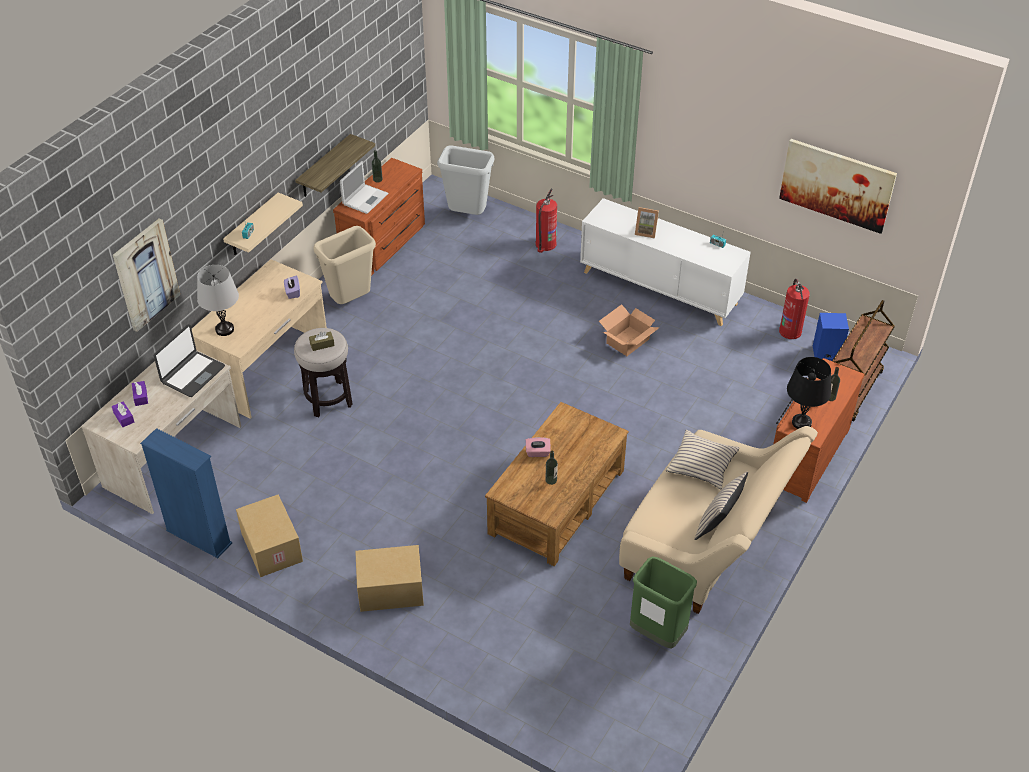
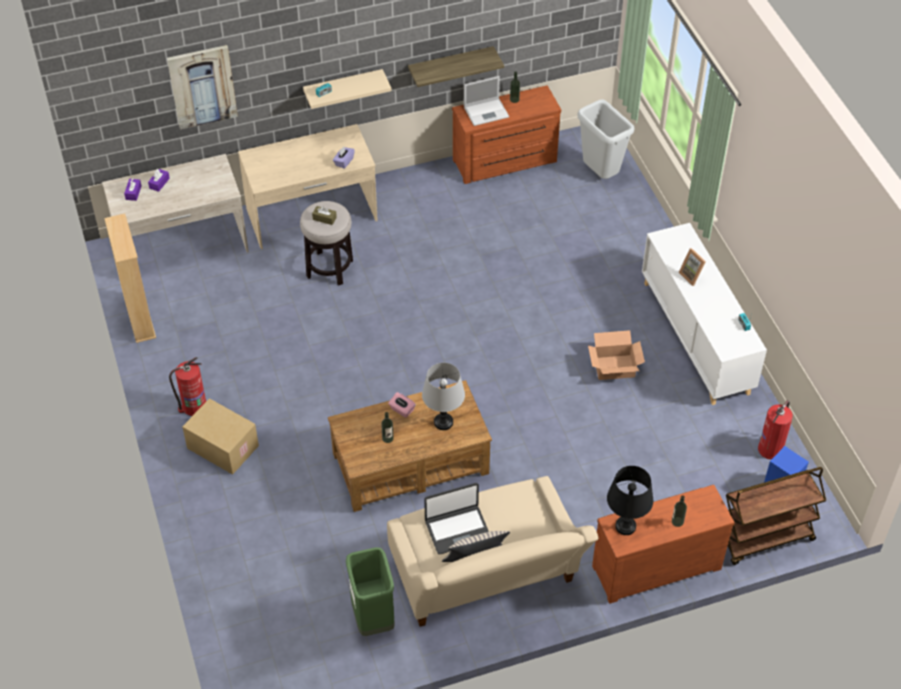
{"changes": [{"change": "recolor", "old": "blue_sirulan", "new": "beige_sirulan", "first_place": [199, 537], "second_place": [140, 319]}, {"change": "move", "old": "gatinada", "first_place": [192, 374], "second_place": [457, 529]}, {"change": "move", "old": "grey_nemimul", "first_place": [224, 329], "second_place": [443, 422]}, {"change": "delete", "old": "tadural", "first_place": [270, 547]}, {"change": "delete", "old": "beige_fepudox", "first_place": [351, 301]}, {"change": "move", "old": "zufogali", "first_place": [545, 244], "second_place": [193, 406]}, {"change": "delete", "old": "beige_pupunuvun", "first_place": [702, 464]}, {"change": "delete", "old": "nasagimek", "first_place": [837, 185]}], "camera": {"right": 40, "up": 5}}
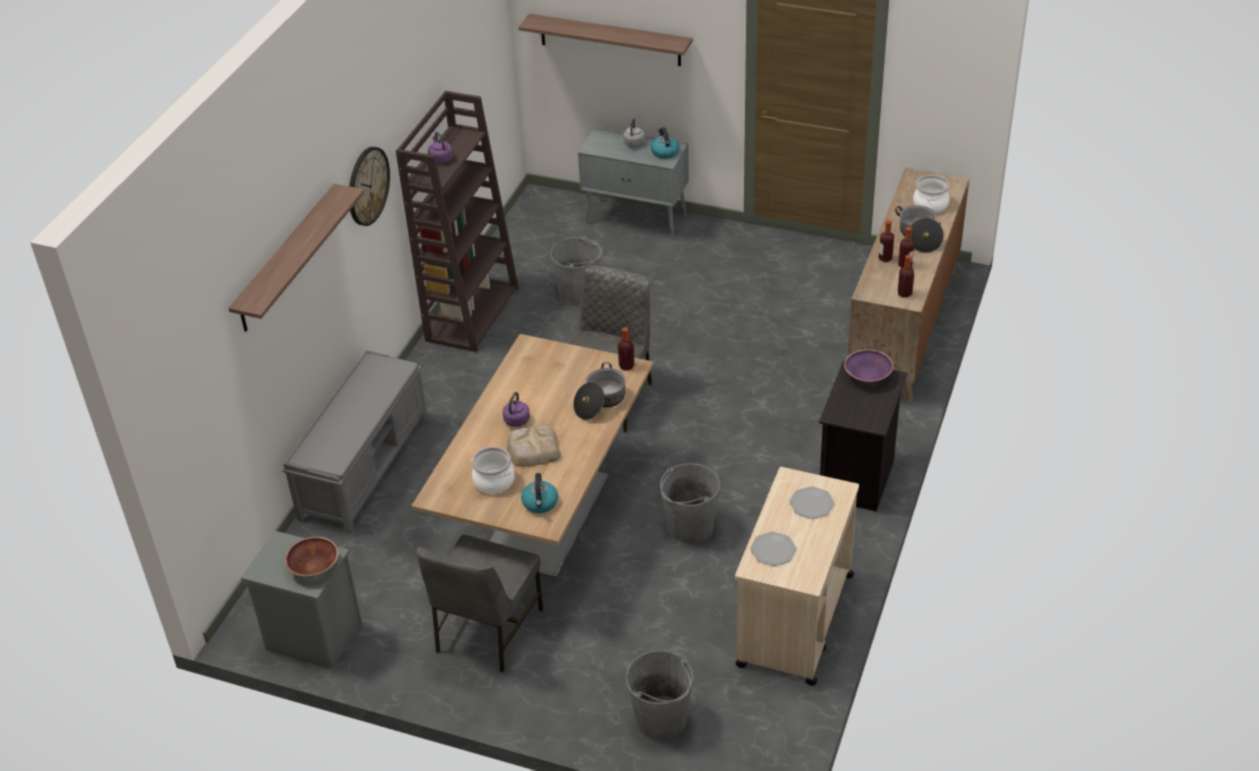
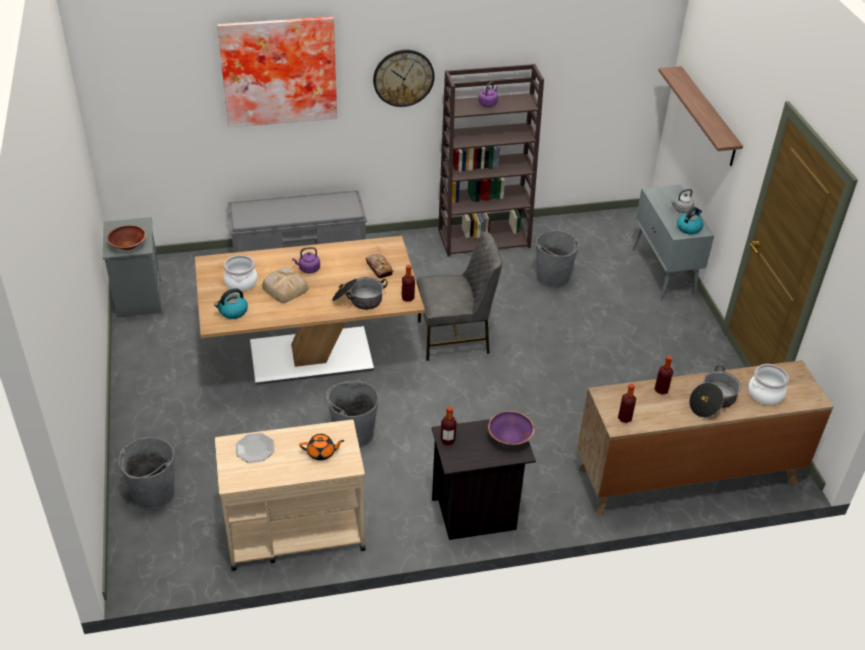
{"changes": [{"change": "replace", "old": "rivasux", "new": "nasagimek", "first_place": [287, 259], "second_place": [279, 70]}, {"change": "delete", "old": "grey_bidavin", "first_place": [486, 631]}, {"change": "replace", "old": "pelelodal", "new": "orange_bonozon", "first_place": [811, 503], "second_place": [321, 453]}, {"change": "move", "old": "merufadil", "first_place": [905, 265], "second_place": [447, 440]}, {"change": "insert", "new": "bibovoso", "second_place": [379, 268]}], "camera": {"right": 55, "up": 0}}
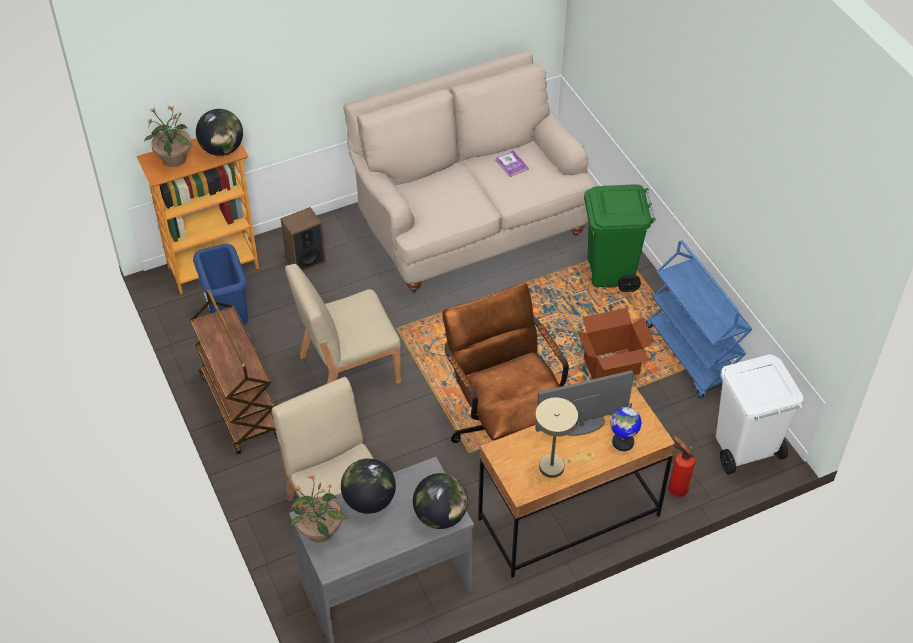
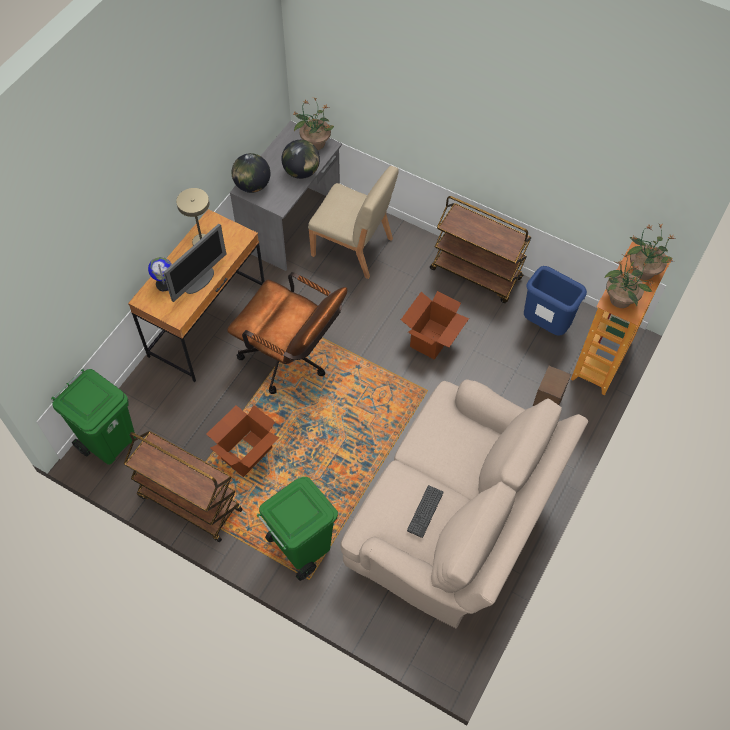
{"changes": [{"change": "replace", "old": "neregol", "new": "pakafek", "first_place": [222, 149], "second_place": [620, 300]}, {"change": "replace", "old": "beige_bidavin", "new": "tadural", "first_place": [348, 369], "second_place": [432, 339]}, {"change": "replace", "old": "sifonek", "new": "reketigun", "first_place": [511, 164], "second_place": [425, 511]}, {"change": "recolor", "old": "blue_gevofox", "new": "brown_gevofox", "first_place": [692, 355], "second_place": [189, 503]}, {"change": "delete", "old": "zufogali", "first_place": [675, 488]}, {"change": "recolor", "old": "white_fepudox", "new": "green_fepudox", "first_place": [744, 450], "second_place": [110, 441]}], "camera": {"right": 145, "up": 10}}
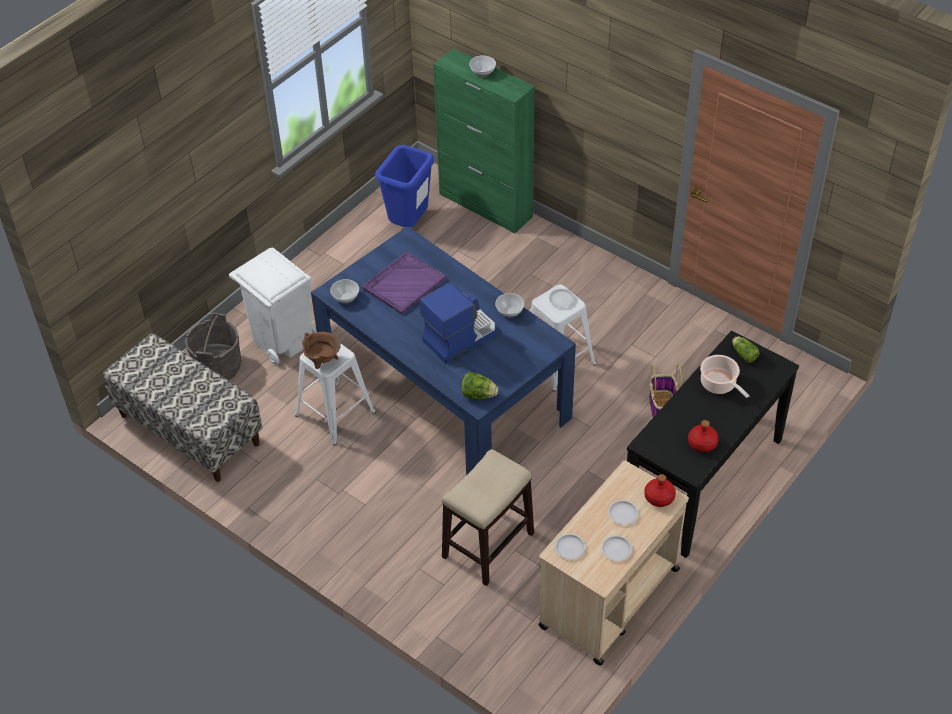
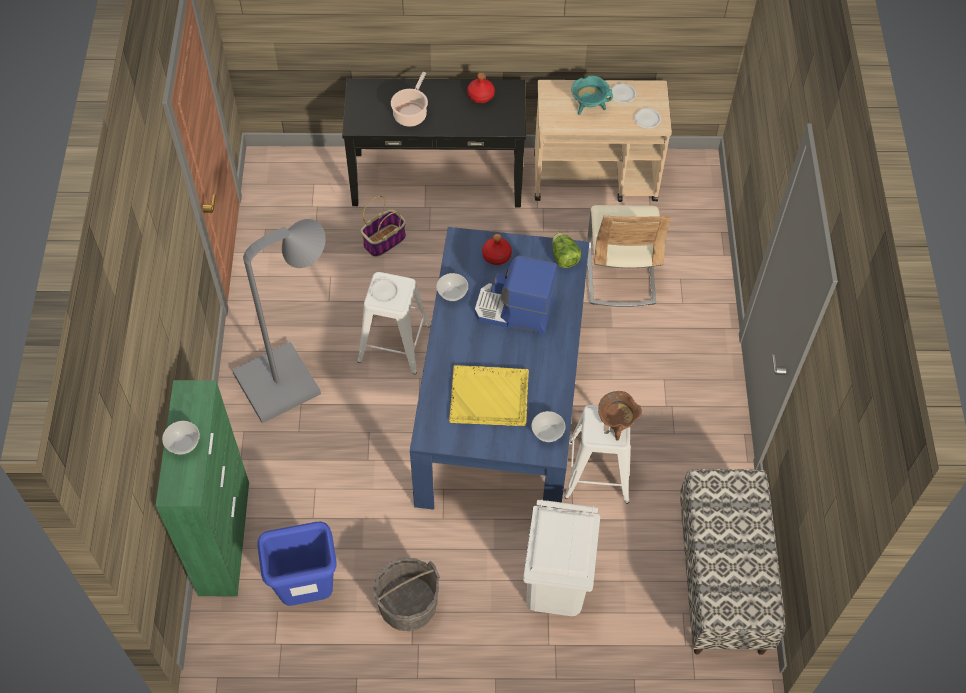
{"changes": [{"change": "move", "old": "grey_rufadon", "first_place": [218, 367], "second_place": [408, 606]}, {"change": "recolor", "old": "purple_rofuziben", "new": "yellow_rofuziben", "first_place": [403, 284], "second_place": [490, 397]}, {"change": "replace", "old": "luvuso", "new": "beige_bidavin", "first_place": [488, 544], "second_place": [620, 273]}, {"change": "replace", "old": "white_pelelodal", "new": "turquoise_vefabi", "first_place": [623, 514], "second_place": [589, 107]}, {"change": "move", "old": "red_merufadil", "first_place": [659, 497], "second_place": [496, 256]}, {"change": "delete", "old": "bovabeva", "first_place": [743, 353]}, {"change": "insert", "new": "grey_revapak", "second_place": [289, 378]}], "camera": {"right": -130, "up": 10}}
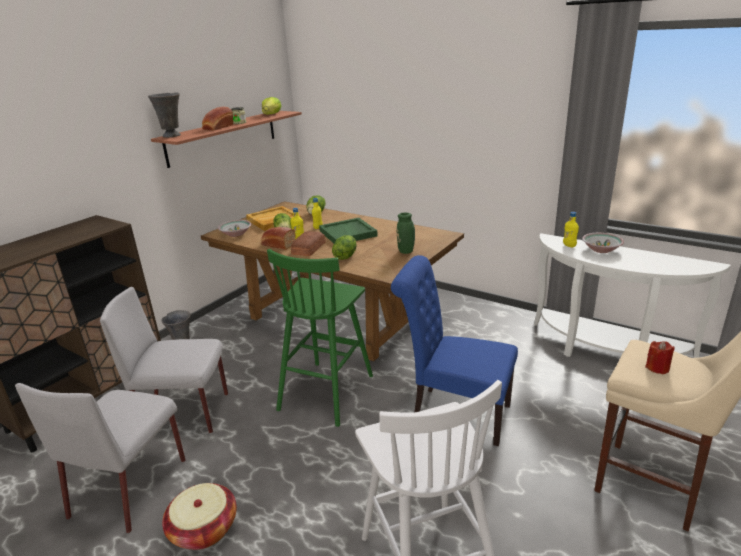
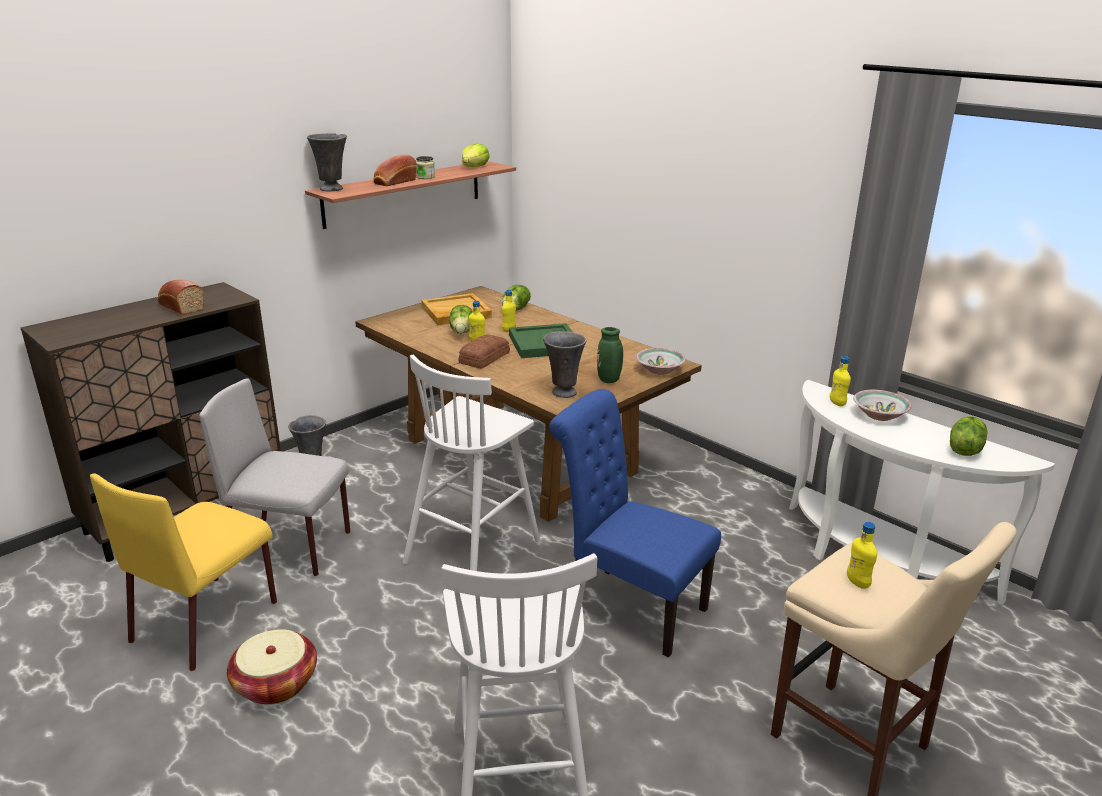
{"changes": [{"change": "recolor", "old": "grey_bidavin", "new": "yellow_bidavin", "first_place": [130, 486], "second_place": [207, 620]}, {"change": "move", "old": "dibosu", "first_place": [236, 234], "second_place": [660, 370]}, {"change": "move", "old": "bibovoso", "first_place": [277, 245], "second_place": [180, 307]}, {"change": "recolor", "old": "green_luvuso", "new": "white_luvuso", "first_place": [327, 391], "second_place": [474, 550]}, {"change": "move", "old": "bovabeva", "first_place": [345, 256], "second_place": [964, 449]}, {"change": "replace", "old": "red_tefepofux", "new": "yellow_merufadil", "first_place": [657, 368], "second_place": [857, 582]}, {"change": "insert", "new": "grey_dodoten", "second_place": [563, 392]}], "camera": {"right": 10, "up": 0}}
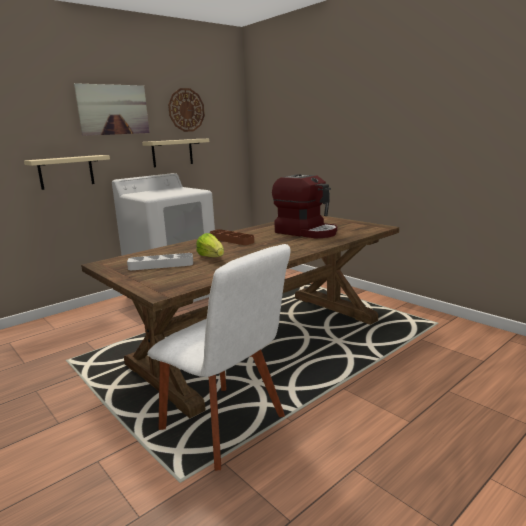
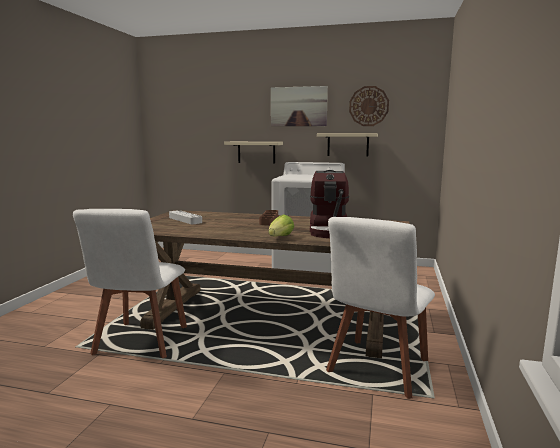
{"changes": [{"change": "move", "old": "bovabeva", "first_place": [211, 257], "second_place": [280, 237]}, {"change": "insert", "new": "white_bidavin", "second_place": [377, 369]}], "camera": {"right": 55, "up": -5}}
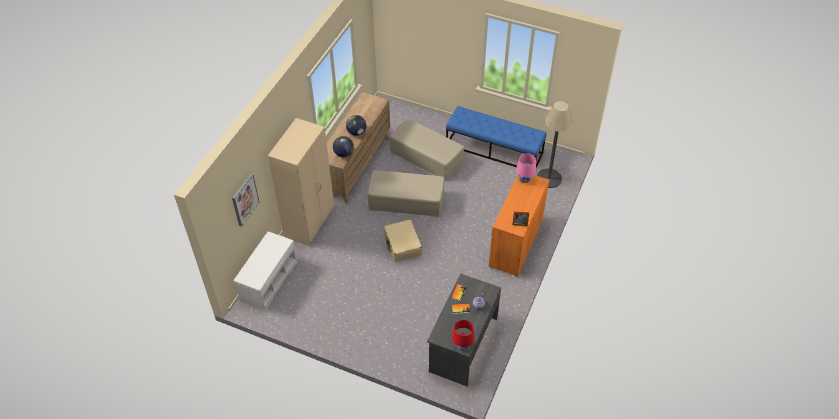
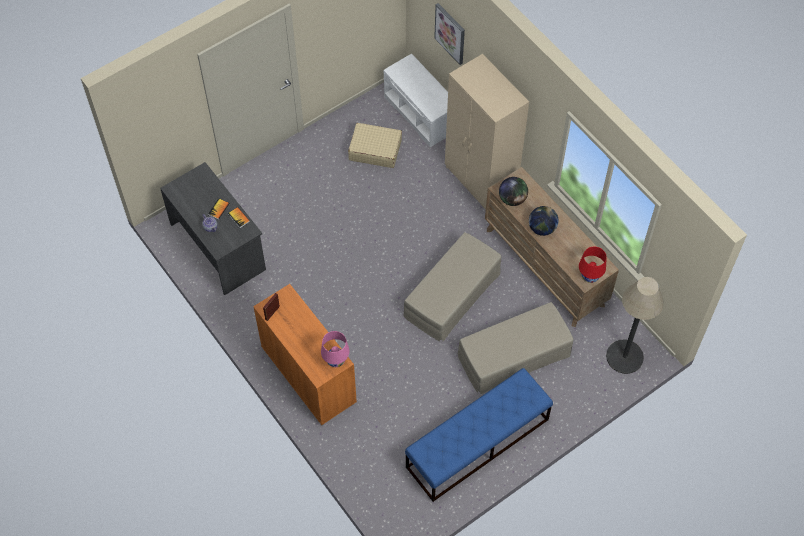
{"changes": [{"change": "move", "old": "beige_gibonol", "first_place": [402, 244], "second_place": [375, 150]}, {"change": "move", "old": "red_nemimul", "first_place": [462, 345], "second_place": [590, 276]}, {"change": "move", "old": "revapak", "first_place": [549, 178], "second_place": [624, 357]}], "camera": {"right": 120, "up": 10}}
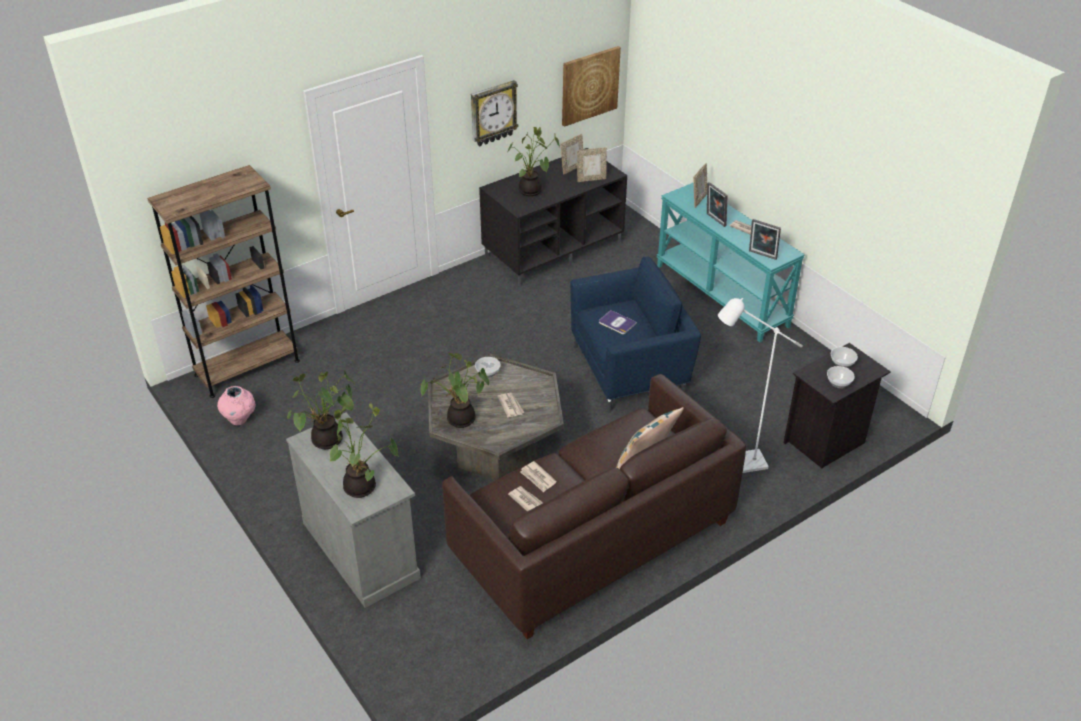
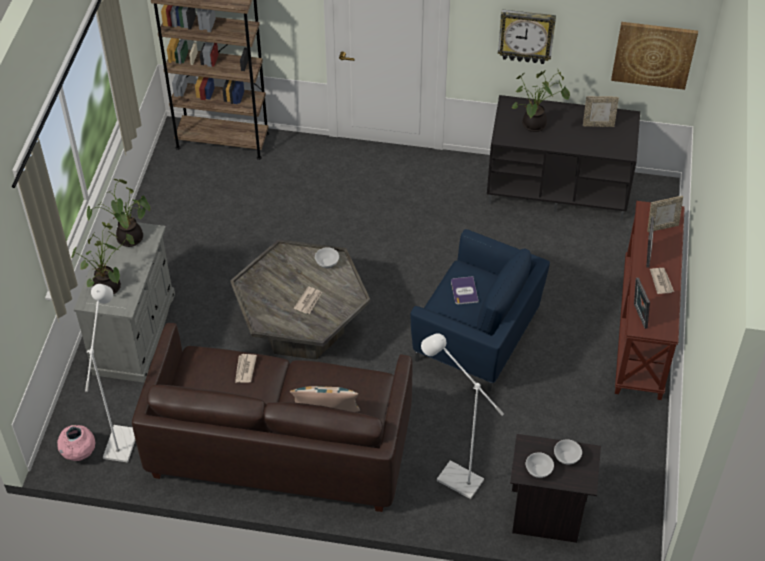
{"changes": [{"change": "move", "old": "pink_dodoten", "first_place": [239, 419], "second_place": [79, 454]}, {"change": "delete", "old": "pakafek", "first_place": [459, 420]}, {"change": "delete", "old": "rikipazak", "first_place": [526, 501]}, {"change": "delete", "old": "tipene", "first_place": [591, 179]}, {"change": "recolor", "old": "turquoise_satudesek", "new": "brown_satudesek", "first_place": [722, 295], "second_place": [643, 329]}, {"change": "insert", "new": "white_revapak", "second_place": [123, 437]}], "camera": {"right": 45, "up": 10}}
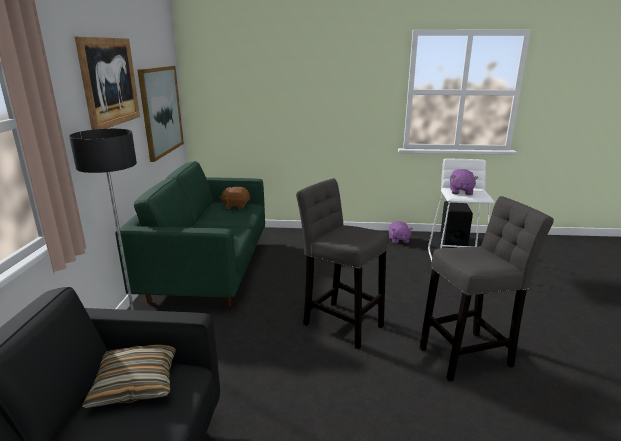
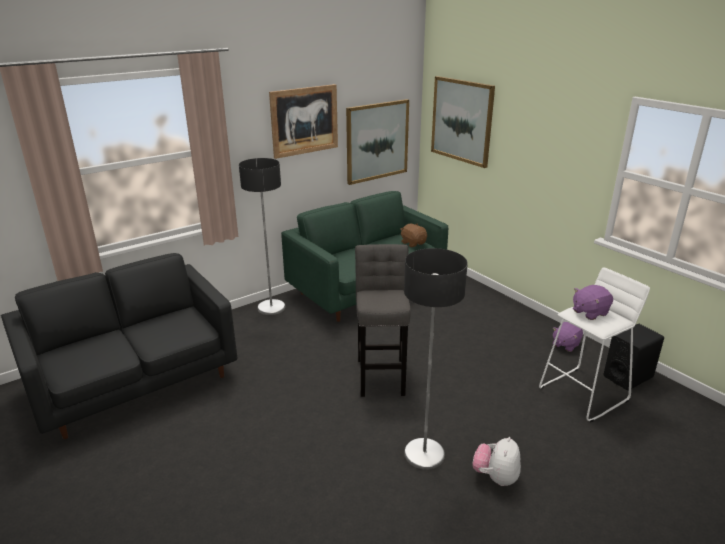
{"changes": [{"change": "delete", "old": "pupunuvun", "first_place": [135, 383]}, {"change": "replace", "old": "grey_luvuso", "new": "revapak", "first_place": [469, 355], "second_place": [424, 454]}, {"change": "insert", "new": "nasagimek", "second_place": [462, 121]}, {"change": "insert", "new": "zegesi", "second_place": [495, 477]}], "camera": {"right": 50, "up": 5}}
